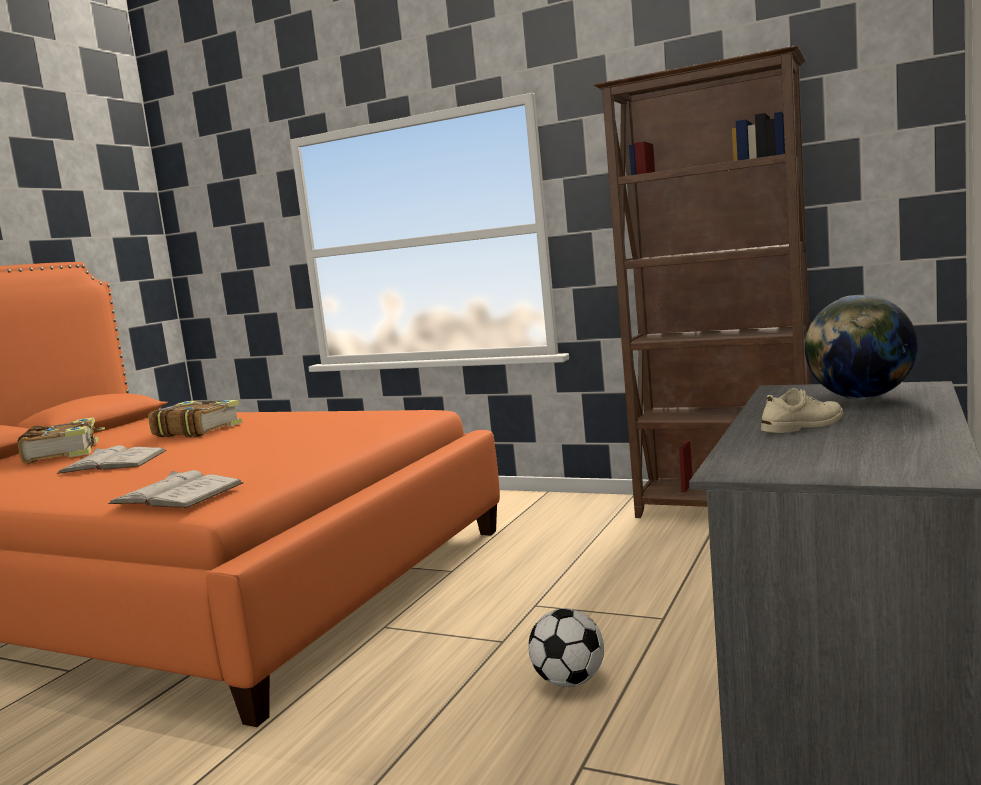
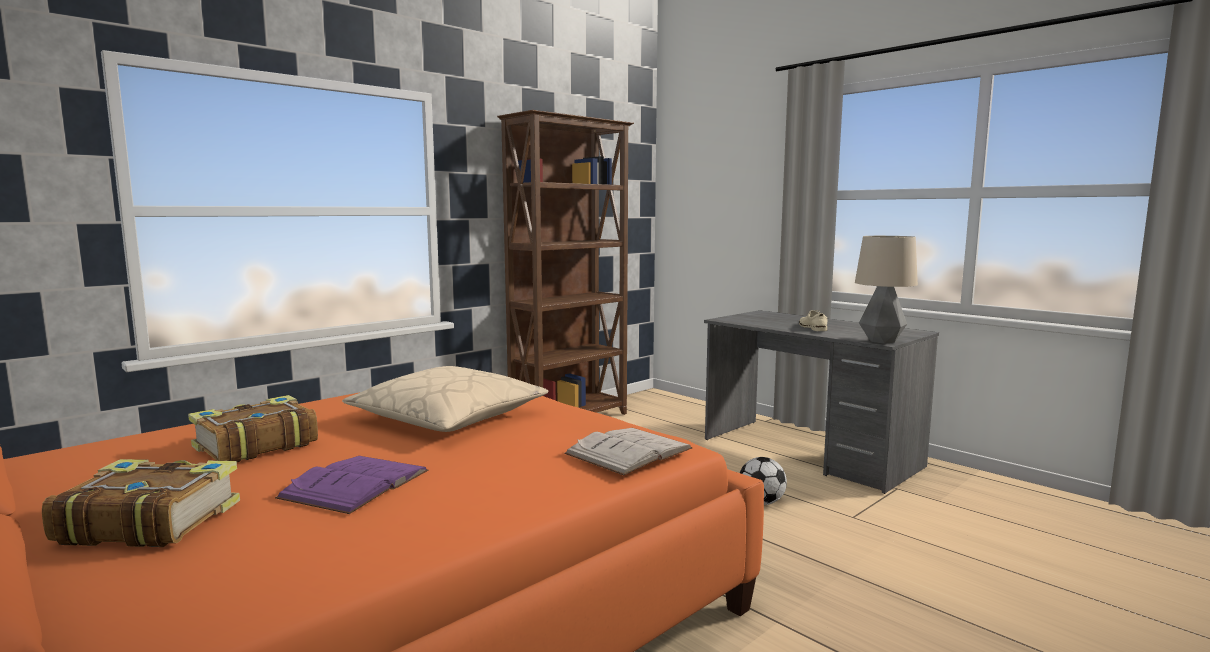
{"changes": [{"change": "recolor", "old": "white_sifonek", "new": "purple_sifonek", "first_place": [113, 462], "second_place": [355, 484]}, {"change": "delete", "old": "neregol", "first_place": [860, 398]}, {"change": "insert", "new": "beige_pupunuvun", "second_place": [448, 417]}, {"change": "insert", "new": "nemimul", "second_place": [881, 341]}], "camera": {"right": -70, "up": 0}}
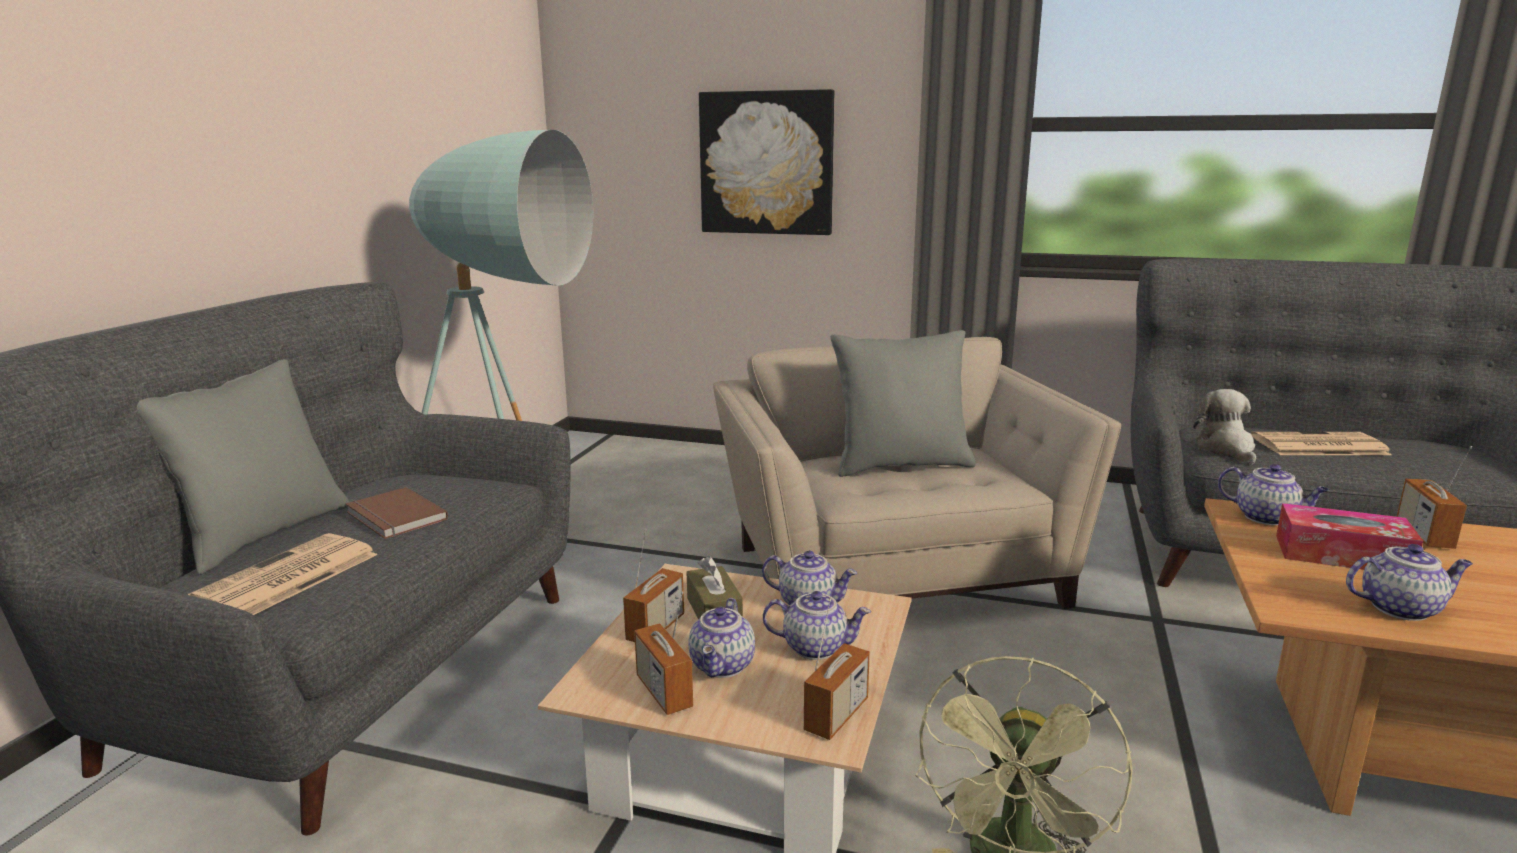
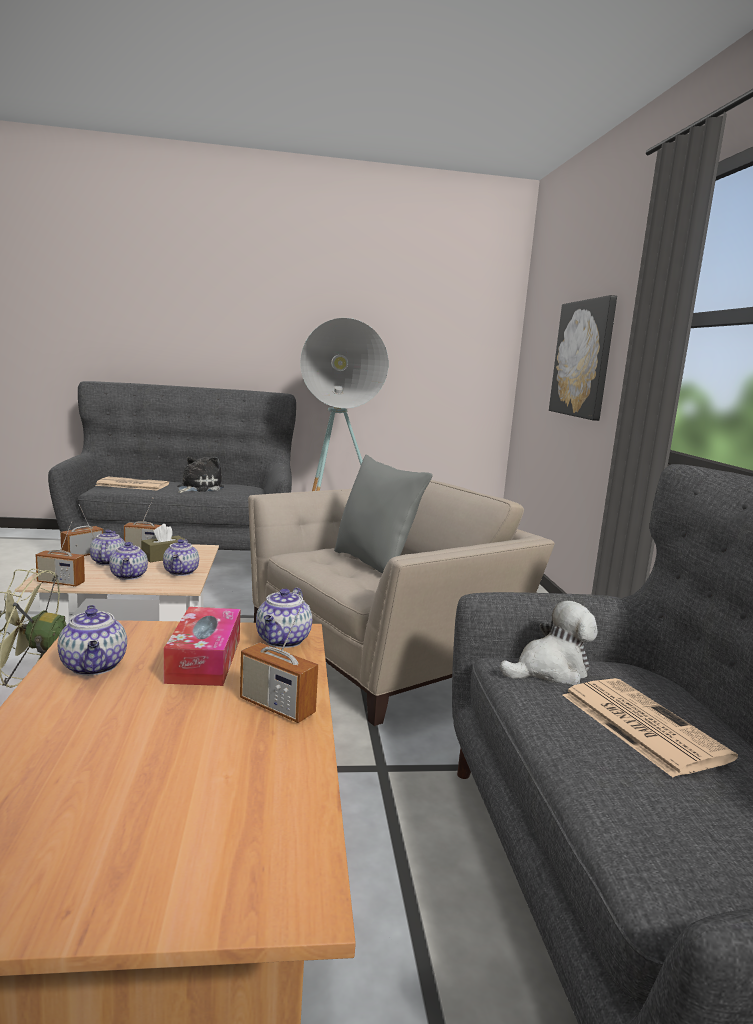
{"changes": [{"change": "delete", "old": "grey_pupunuvun", "first_place": [262, 535]}, {"change": "replace", "old": "brown_sifonek", "new": "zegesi", "first_place": [394, 517], "second_place": [197, 488]}, {"change": "rotate", "old": "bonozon", "first_place": [723, 666], "second_place": [107, 562], "degrees": 90}, {"change": "rotate", "old": "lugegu", "first_place": [1424, 535], "second_place": [277, 707], "degrees": -135}], "camera": {"right": 65, "up": -5}}
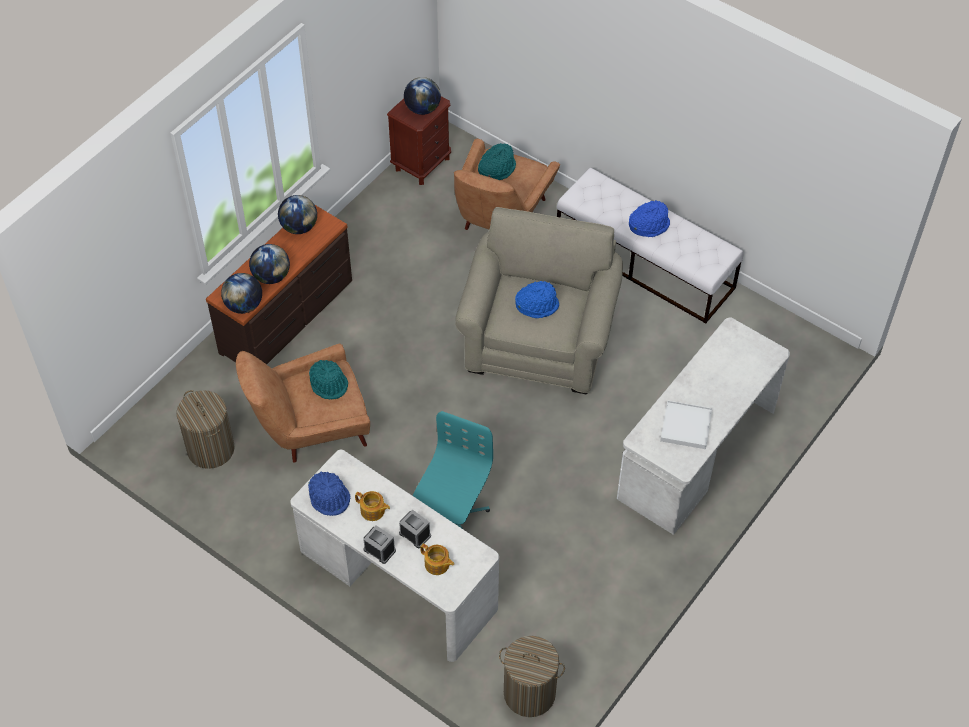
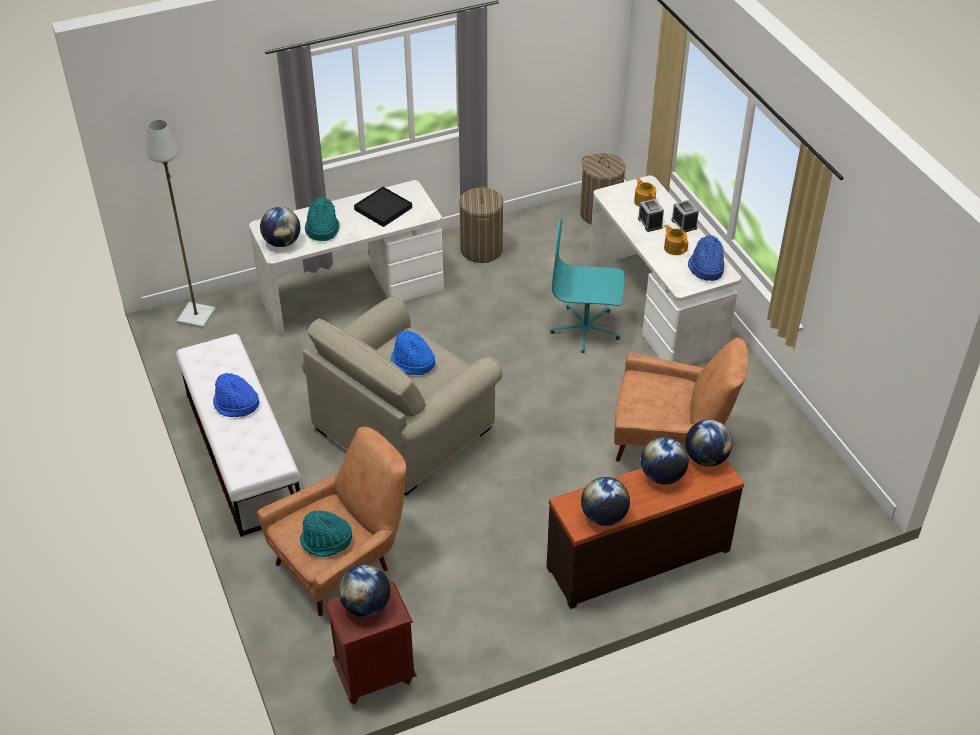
{"changes": [{"change": "move", "old": "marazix", "first_place": [210, 449], "second_place": [481, 250]}, {"change": "move", "old": "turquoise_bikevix", "first_place": [329, 384], "second_place": [322, 229]}, {"change": "rotate", "old": "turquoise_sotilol", "first_place": [450, 518], "second_place": [586, 329], "degrees": 45}, {"change": "recolor", "old": "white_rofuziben", "new": "black_rofuziben", "first_place": [686, 426], "second_place": [383, 209]}, {"change": "insert", "new": "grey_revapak", "second_place": [196, 316]}, {"change": "insert", "new": "neregol", "second_place": [282, 242]}], "camera": {"right": -150, "up": -10}}
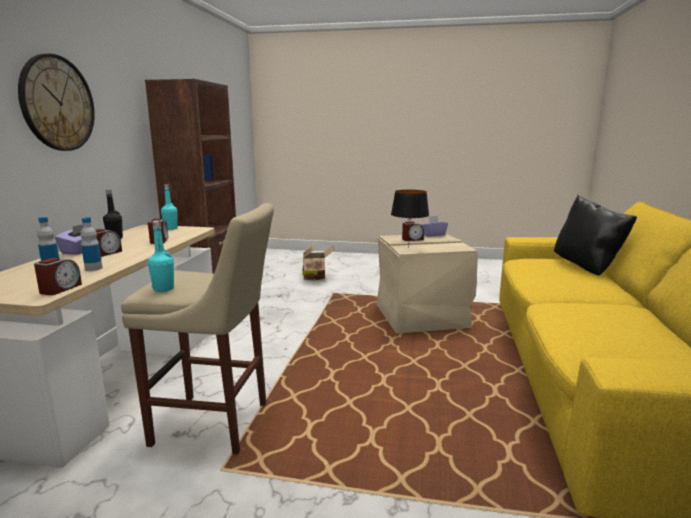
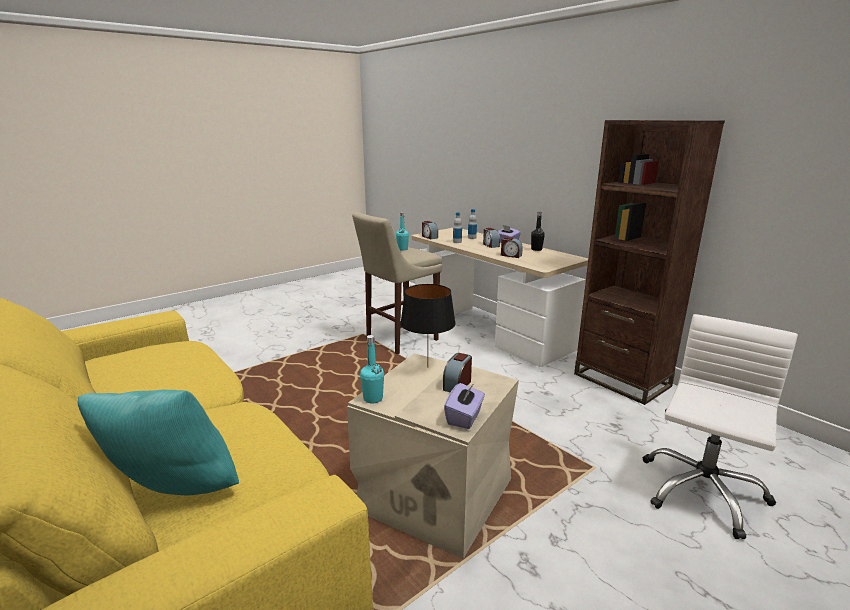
{"changes": [{"change": "delete", "old": "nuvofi", "first_place": [57, 103]}, {"change": "move", "old": "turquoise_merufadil", "first_place": [171, 228], "second_place": [373, 399]}, {"change": "replace", "old": "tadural", "new": "white_sotilol", "first_place": [316, 276], "second_place": [701, 491]}, {"change": "recolor", "old": "black_pupunuvun", "new": "turquoise_pupunuvun", "first_place": [587, 268], "second_place": [172, 496]}], "camera": {"right": 130, "up": 5}}
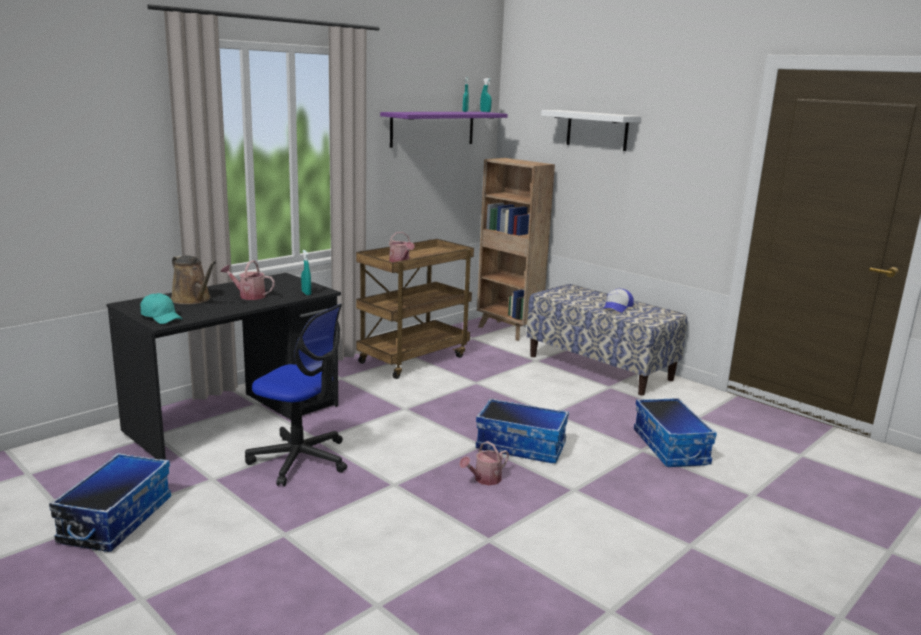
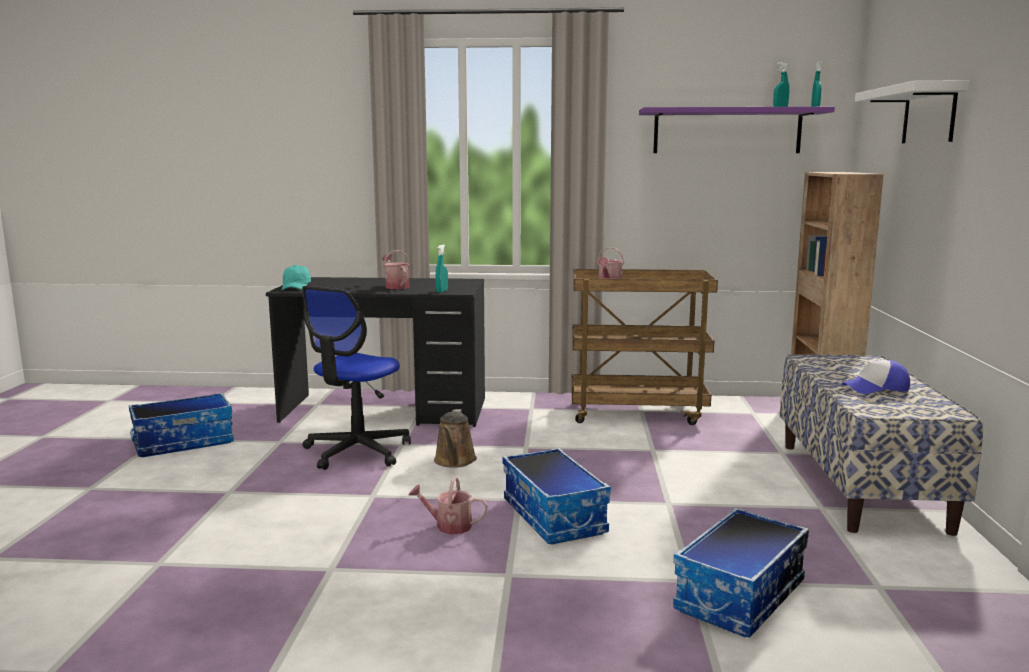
{"changes": [{"change": "move", "old": "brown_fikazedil", "first_place": [193, 300], "second_place": [454, 461]}, {"change": "rotate", "old": "sotilol", "first_place": [300, 459], "second_place": [357, 451], "degrees": 45}], "camera": {"right": 50, "up": -5}}
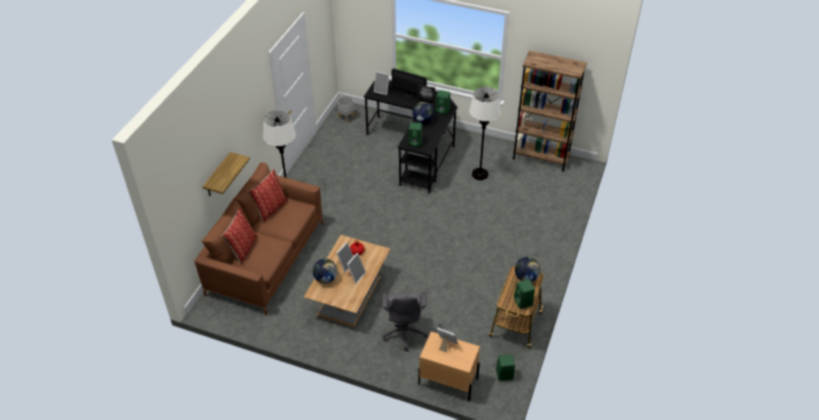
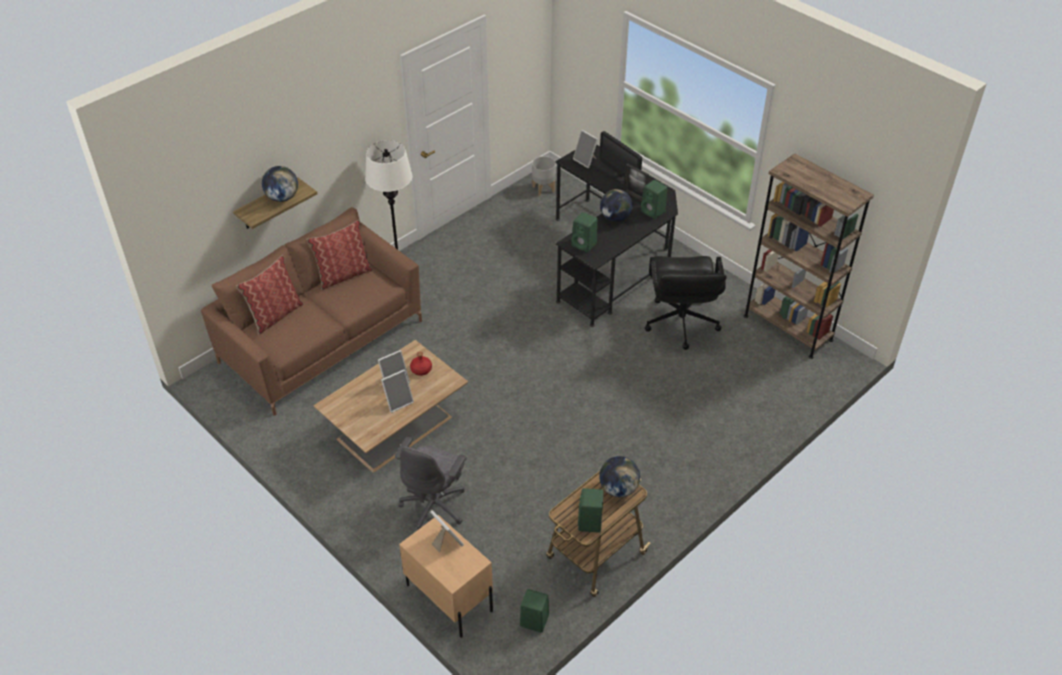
{"changes": [{"change": "move", "old": "neregol", "first_place": [325, 279], "second_place": [282, 197]}, {"change": "replace", "old": "white_revapak", "new": "black_sotilol", "first_place": [479, 174], "second_place": [680, 323]}], "camera": {"right": 25, "up": 0}}
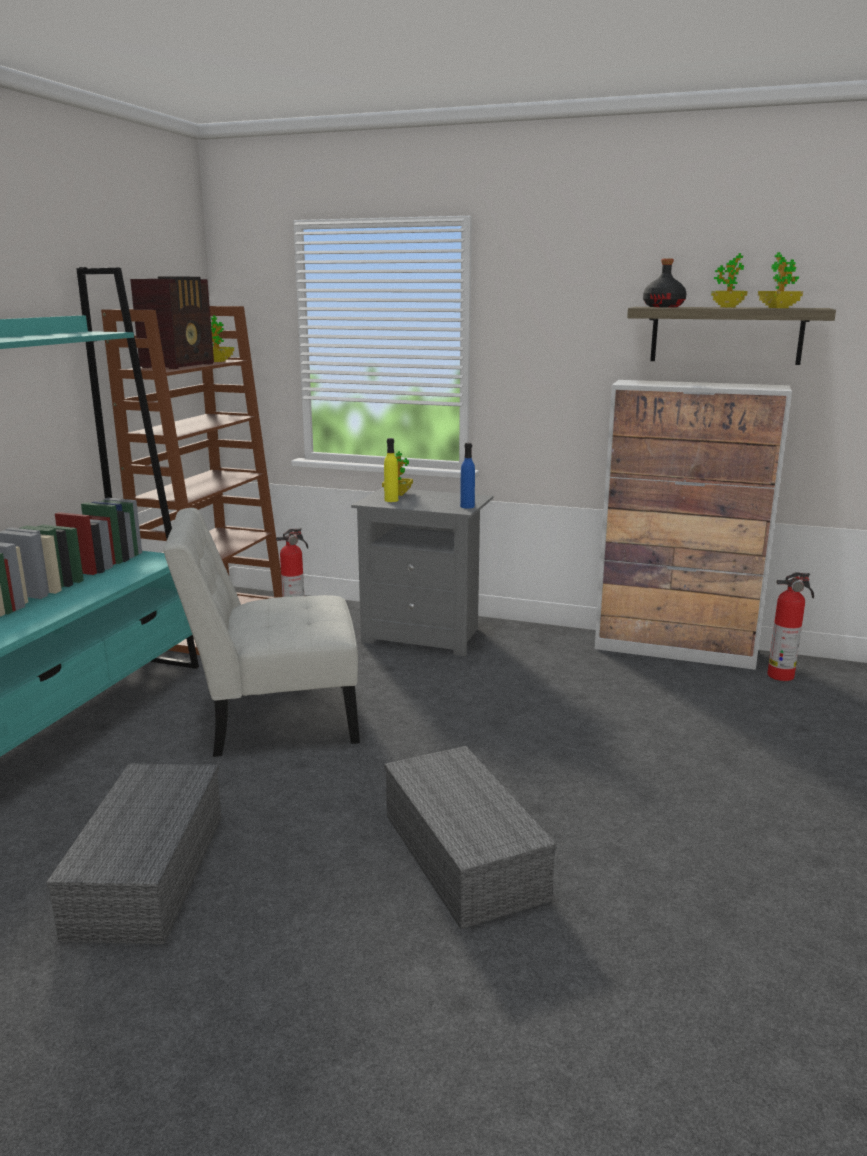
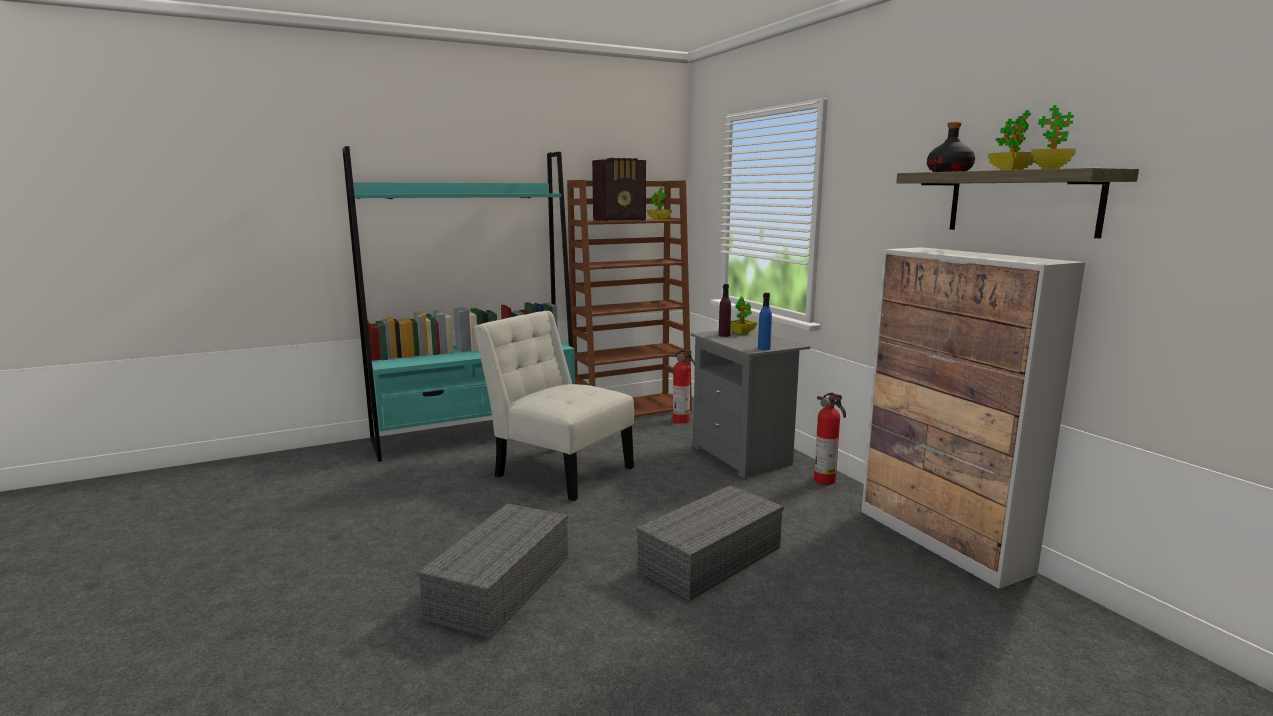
{"changes": [{"change": "move", "old": "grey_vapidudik", "first_place": [147, 871], "second_place": [711, 557]}, {"change": "recolor", "old": "yellow_merufadil", "new": "purple_merufadil", "first_place": [391, 500], "second_place": [724, 335]}, {"change": "move", "old": "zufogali", "first_place": [782, 675], "second_place": [826, 480]}], "camera": {"right": 45, "up": -5}}
